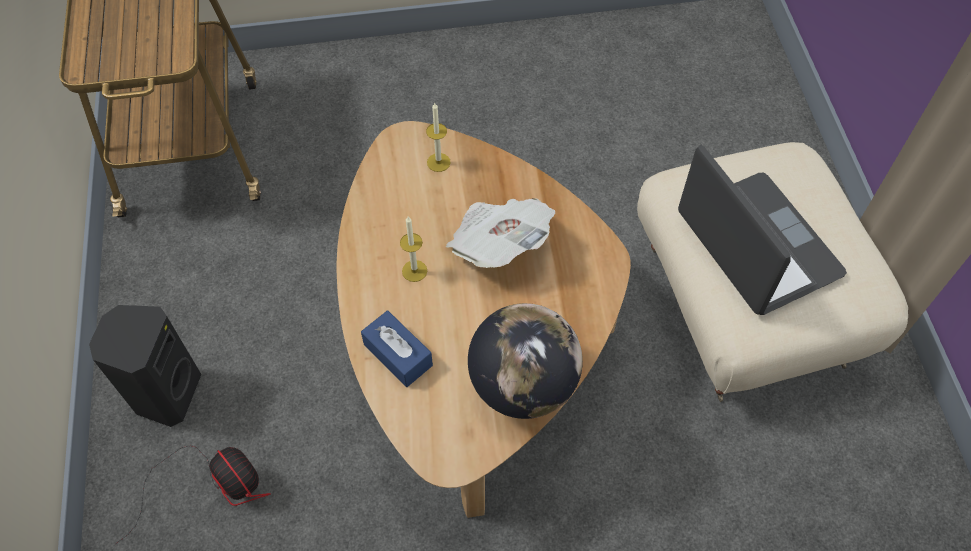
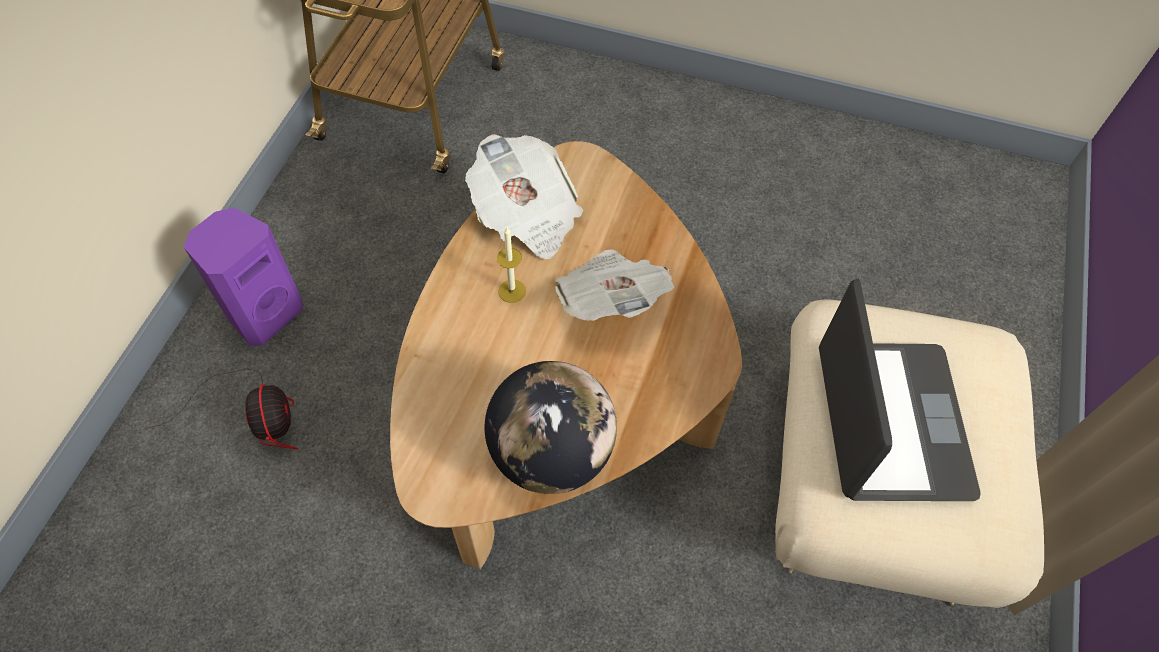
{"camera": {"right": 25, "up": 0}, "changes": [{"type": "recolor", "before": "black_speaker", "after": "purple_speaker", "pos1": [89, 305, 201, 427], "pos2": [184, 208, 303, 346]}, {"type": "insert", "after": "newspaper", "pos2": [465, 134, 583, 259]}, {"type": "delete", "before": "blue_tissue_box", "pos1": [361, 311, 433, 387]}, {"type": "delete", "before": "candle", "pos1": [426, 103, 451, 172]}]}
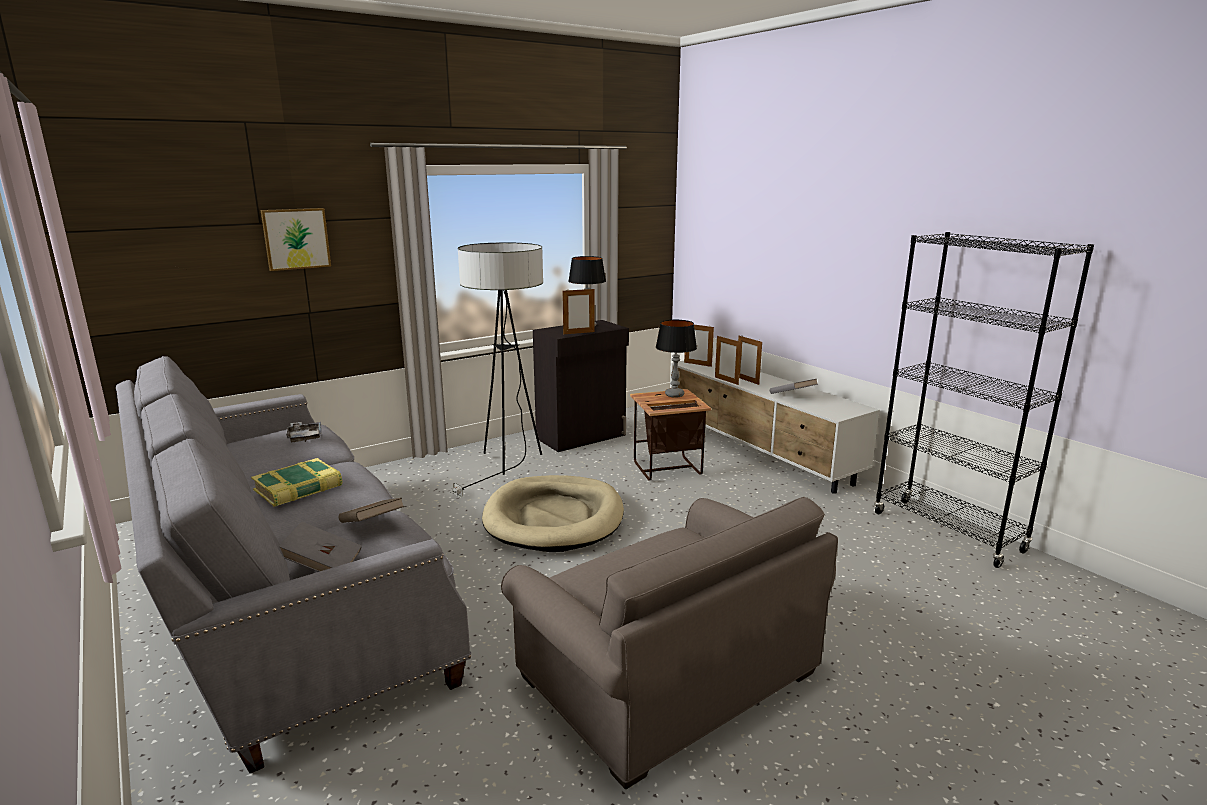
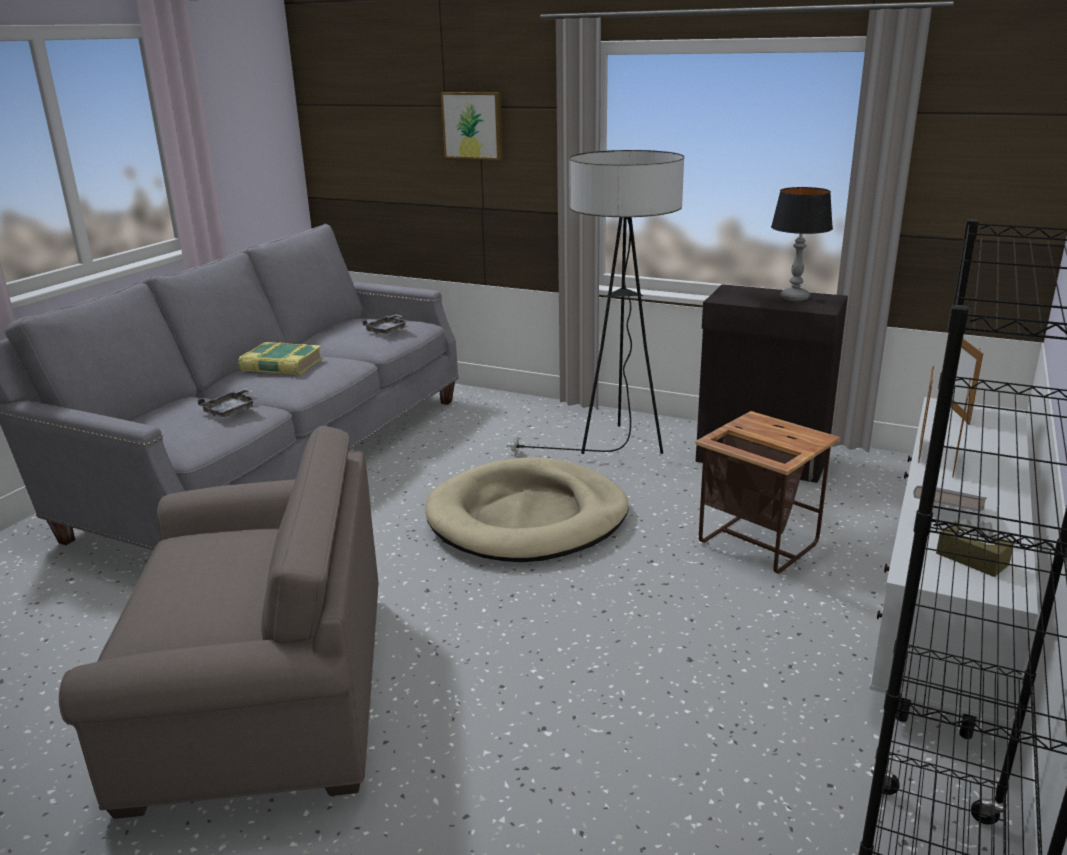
{"camera": {"right": 60, "up": 5}, "changes": [{"type": "rotate", "before": "grey_armchair", "pos1": [501, 497, 838, 789], "pos2": [59, 426, 379, 819], "turn": -120}, {"type": "replace", "before": "brown_book", "after": "grey_tray", "pos1": [339, 498, 405, 523], "pos2": [197, 388, 259, 417]}, {"type": "insert", "after": "brown_tissue_box", "pos2": [936, 515, 1014, 577]}, {"type": "delete", "before": "grey_book", "pos1": [279, 522, 362, 572]}, {"type": "delete", "before": "picture_frame", "pos1": [563, 289, 595, 334]}, {"type": "delete", "before": "table_lamp", "pos1": [656, 320, 697, 398]}]}
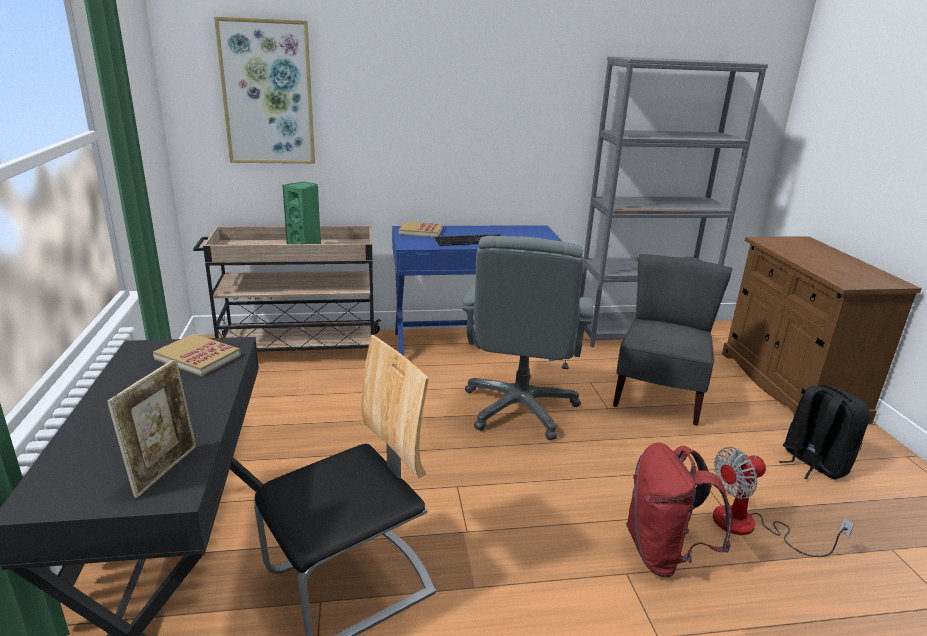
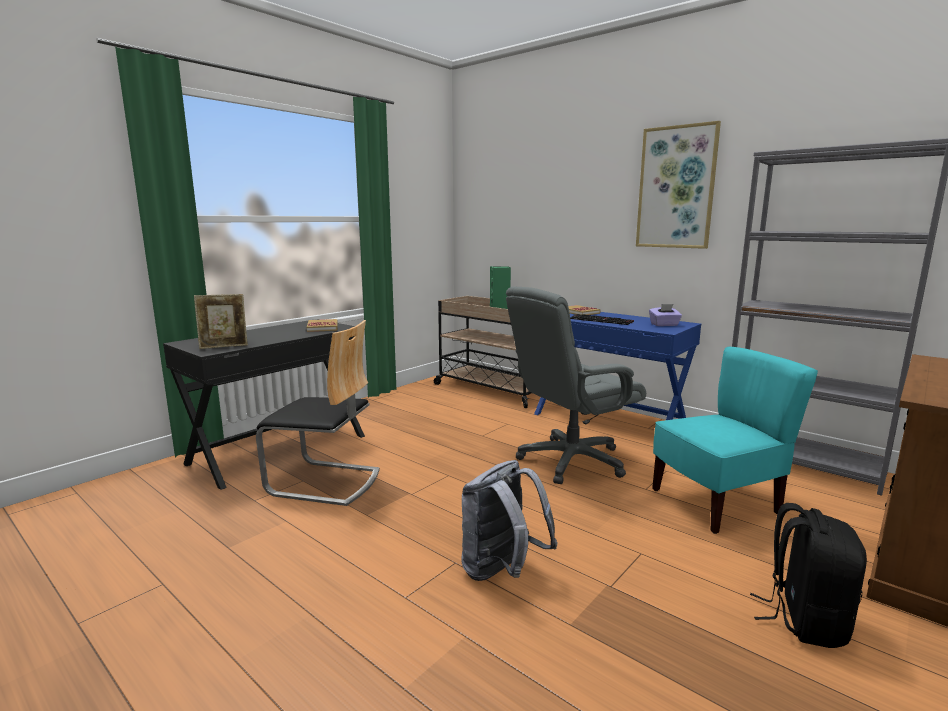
{"camera": {"right": 50, "up": -10}, "changes": [{"type": "recolor", "before": "red_backpack", "after": "grey_backpack", "pos1": [626, 443, 733, 578], "pos2": [461, 460, 557, 581]}, {"type": "move", "before": "picture", "pos1": [214, 17, 315, 164], "pos2": [636, 121, 721, 249]}, {"type": "insert", "after": "purple_tissue_box", "pos2": [649, 304, 682, 326]}, {"type": "recolor", "before": "grey_chair", "after": "turquoise_chair", "pos1": [613, 254, 732, 426], "pos2": [652, 347, 818, 534]}, {"type": "delete", "before": "fan", "pos1": [713, 447, 854, 557]}]}
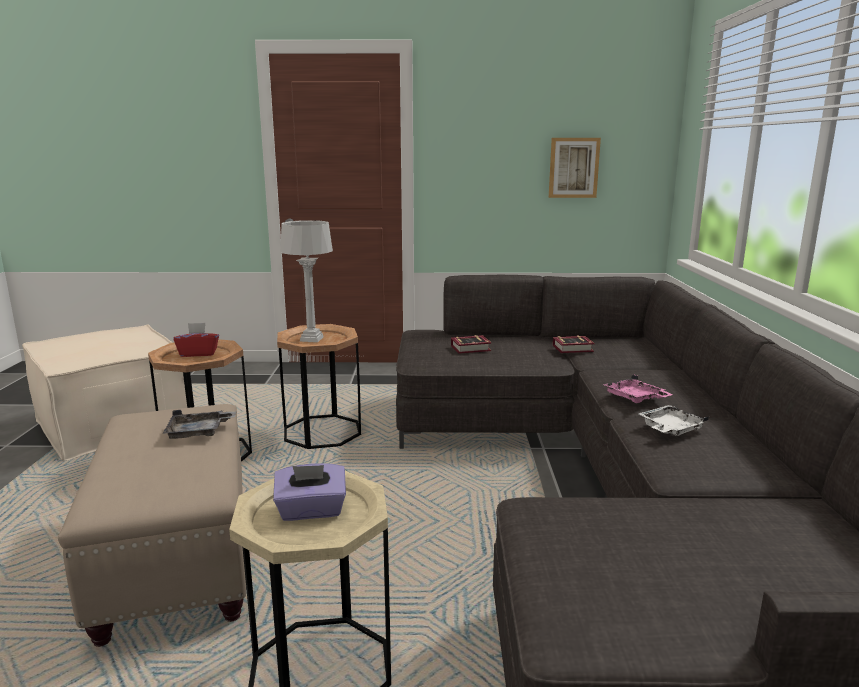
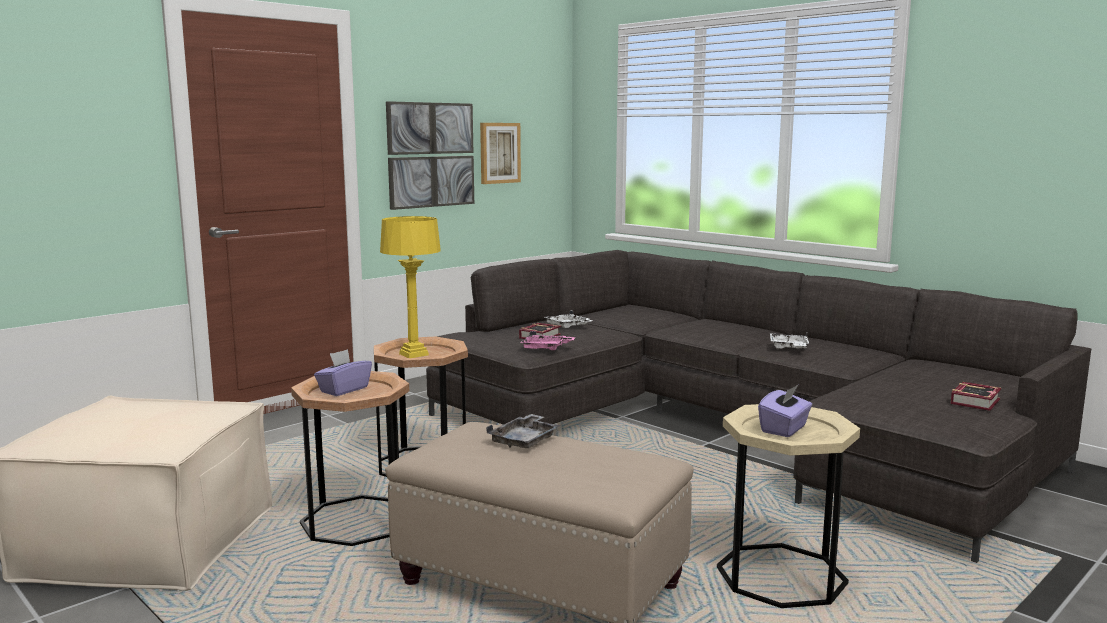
{"camera": {"right": -45, "up": -5}, "changes": [{"type": "recolor", "before": "red_tissue_box", "after": "purple_tissue_box", "pos1": [174, 323, 219, 357], "pos2": [314, 349, 372, 396]}, {"type": "recolor", "before": "grey_table_lamp", "after": "yellow_table_lamp", "pos1": [280, 220, 333, 342], "pos2": [380, 216, 441, 358]}, {"type": "insert", "after": "picture", "pos2": [386, 101, 474, 210]}, {"type": "move", "before": "pink_tray", "pos1": [603, 374, 673, 403], "pos2": [520, 331, 576, 350]}, {"type": "insert", "after": "white_tray", "pos2": [545, 311, 592, 328]}, {"type": "move", "before": "book", "pos1": [553, 336, 595, 353], "pos2": [951, 382, 1001, 411]}]}
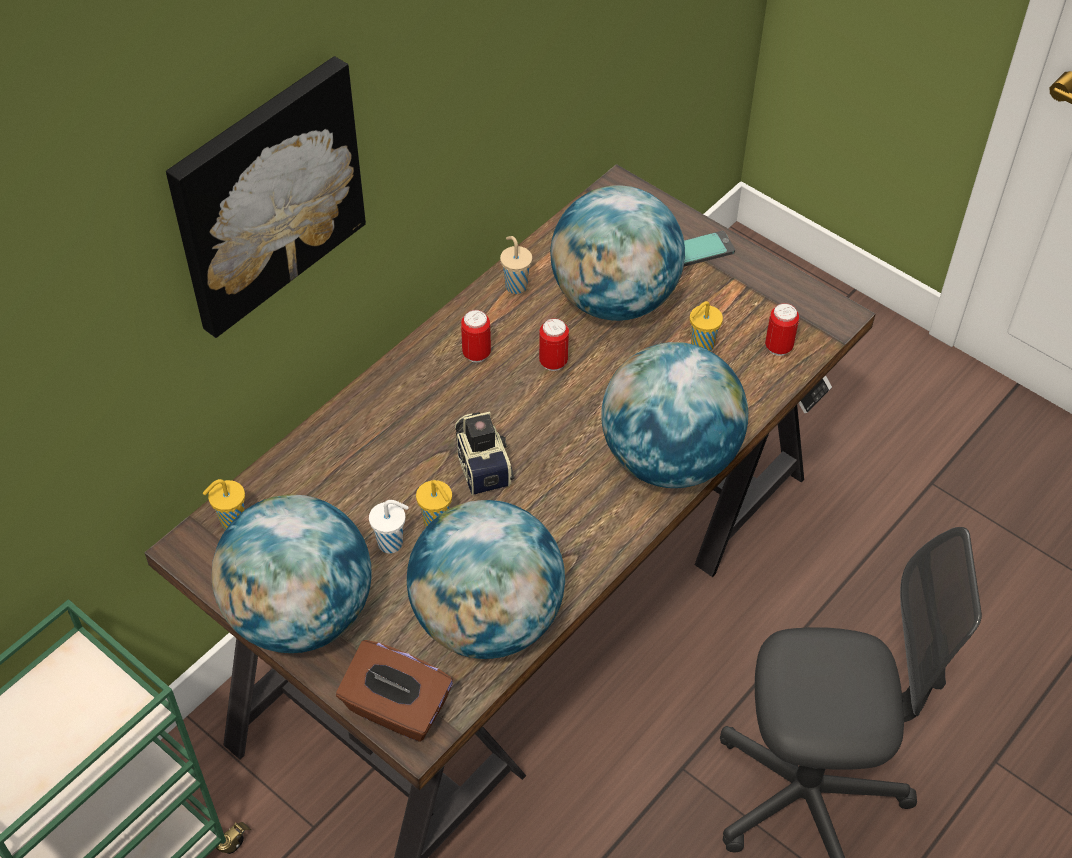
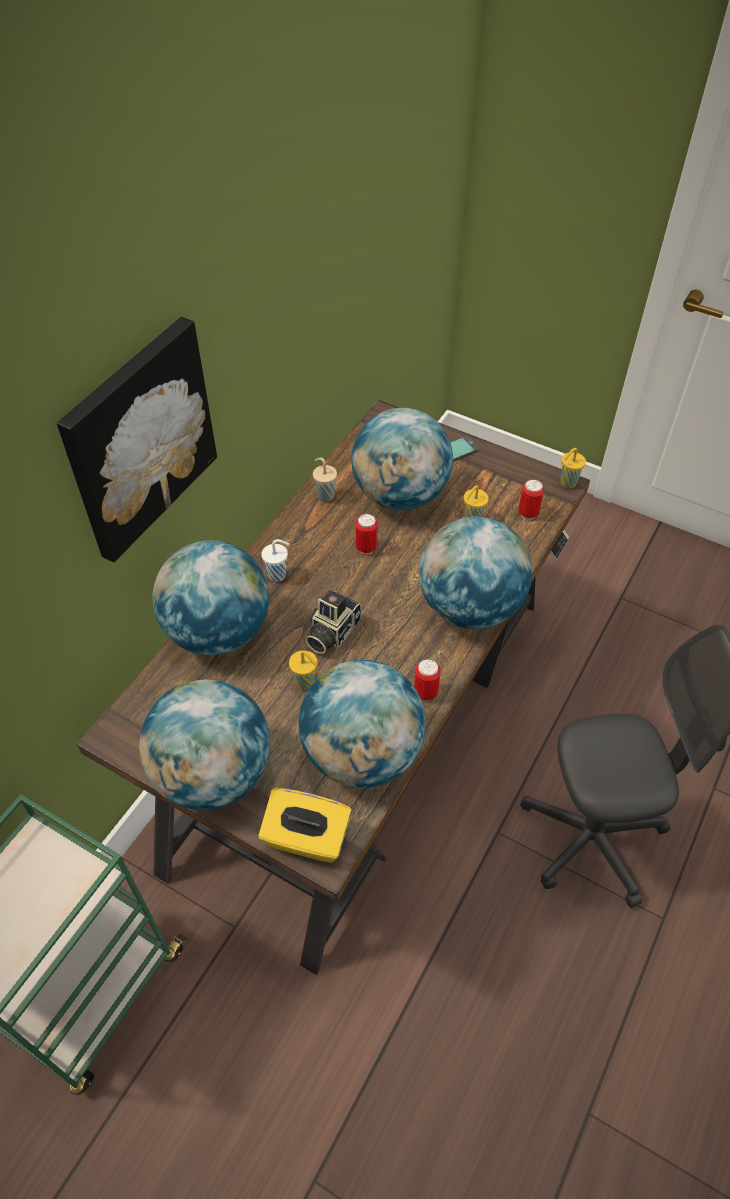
{"camera": {"right": -10, "up": 0}, "changes": [{"type": "insert", "after": "globe", "pos2": [153, 540, 269, 655]}, {"type": "recolor", "before": "brown_tissue_box", "after": "yellow_tissue_box", "pos1": [336, 640, 453, 742], "pos2": [258, 788, 352, 863]}, {"type": "move", "before": "white_cup", "pos1": [369, 500, 409, 553], "pos2": [261, 539, 289, 582]}, {"type": "rotate", "before": "photo_camera", "pos1": [455, 412, 514, 496], "pos2": [305, 590, 361, 654], "turn": -120}, {"type": "move", "before": "can", "pos1": [461, 310, 491, 362], "pos2": [414, 659, 440, 701]}, {"type": "move", "before": "yellow_cup", "pos1": [203, 479, 245, 530], "pos2": [560, 448, 586, 488]}]}
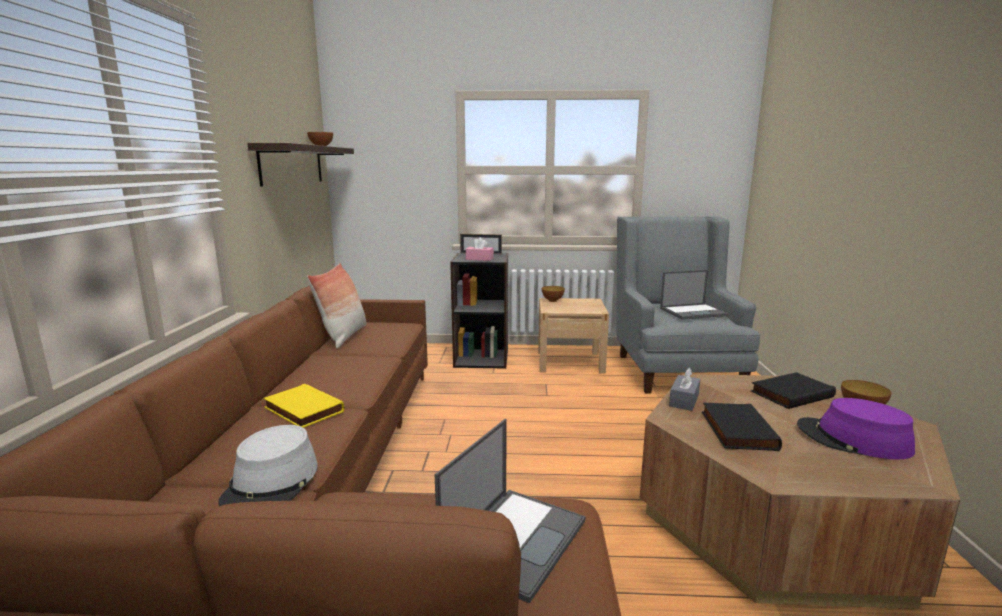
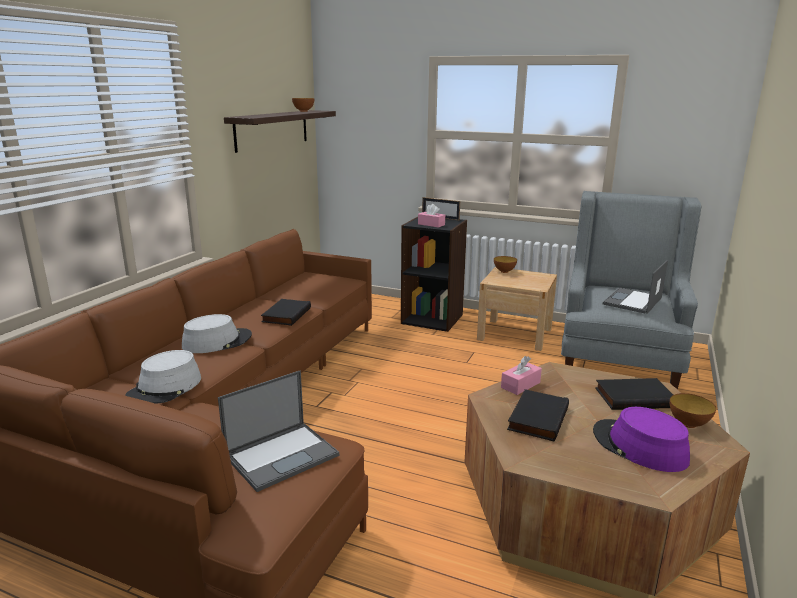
{"camera": {"right": 20, "up": 5}, "changes": [{"type": "replace", "before": "yellow_book", "after": "grey_hat", "pos1": [263, 384, 344, 428], "pos2": [182, 314, 252, 353]}, {"type": "insert", "after": "black_book", "pos2": [261, 299, 311, 326]}, {"type": "recolor", "before": "grey_tissue_box", "after": "pink_tissue_box", "pos1": [669, 367, 700, 411], "pos2": [501, 356, 542, 395]}, {"type": "rotate", "before": "laptop", "pos1": [660, 270, 729, 320], "pos2": [603, 260, 668, 314], "turn": 120}, {"type": "delete", "before": "pillow", "pos1": [307, 263, 367, 349]}]}
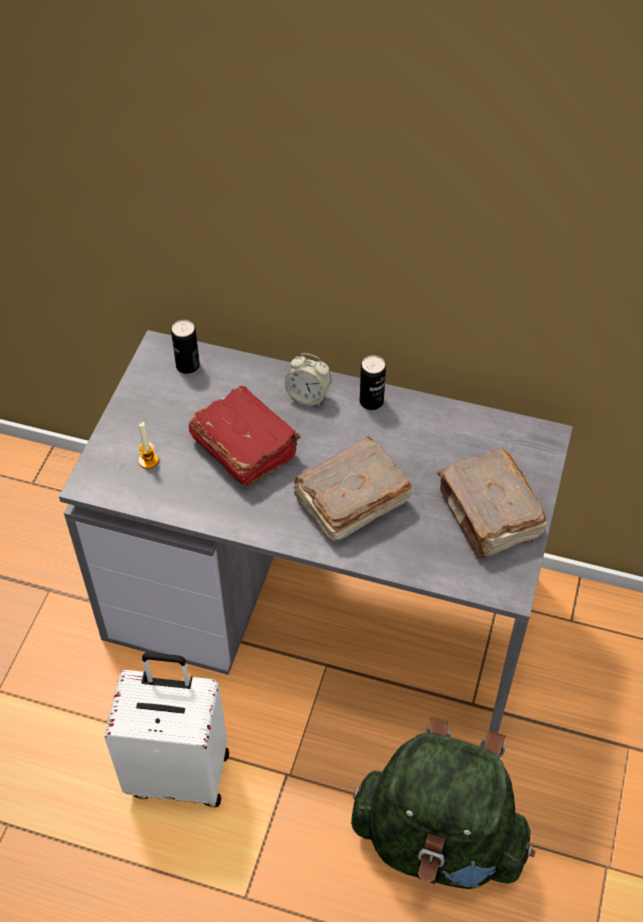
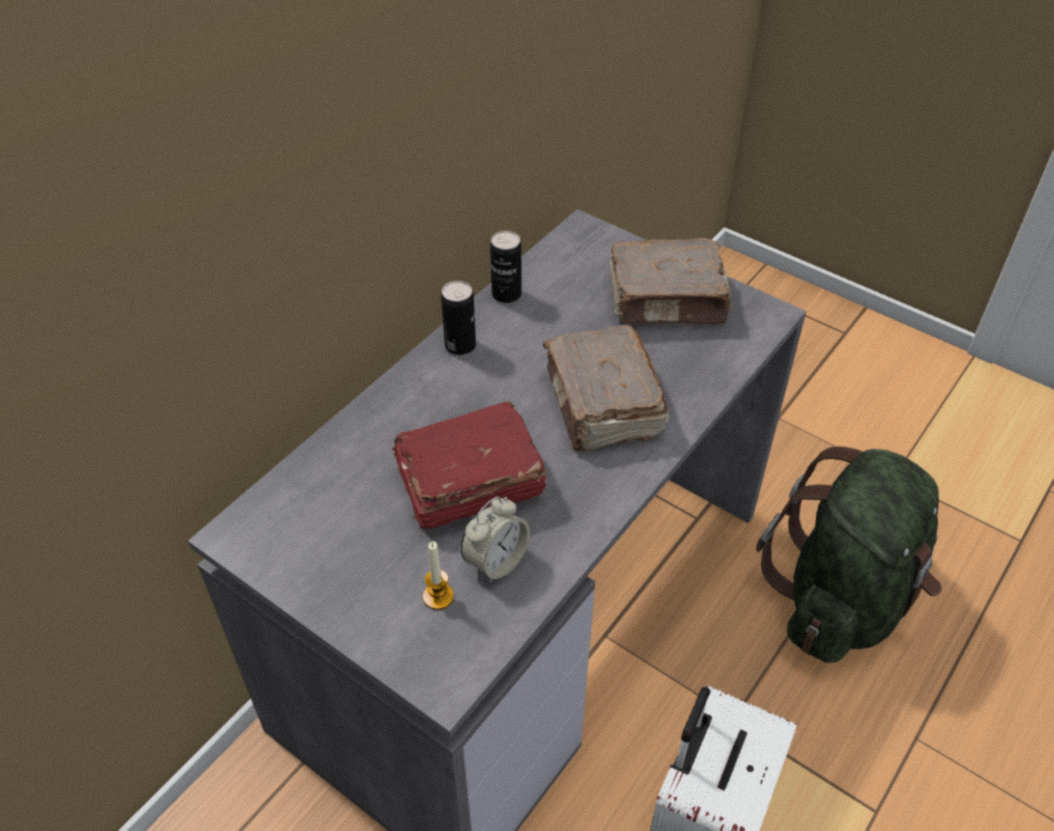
{"camera": {"right": -70, "up": -5}, "changes": [{"type": "move", "before": "alarm_clock", "pos1": [284, 353, 331, 406], "pos2": [461, 496, 530, 583]}, {"type": "move", "before": "can", "pos1": [171, 320, 200, 374], "pos2": [490, 231, 522, 303]}]}
